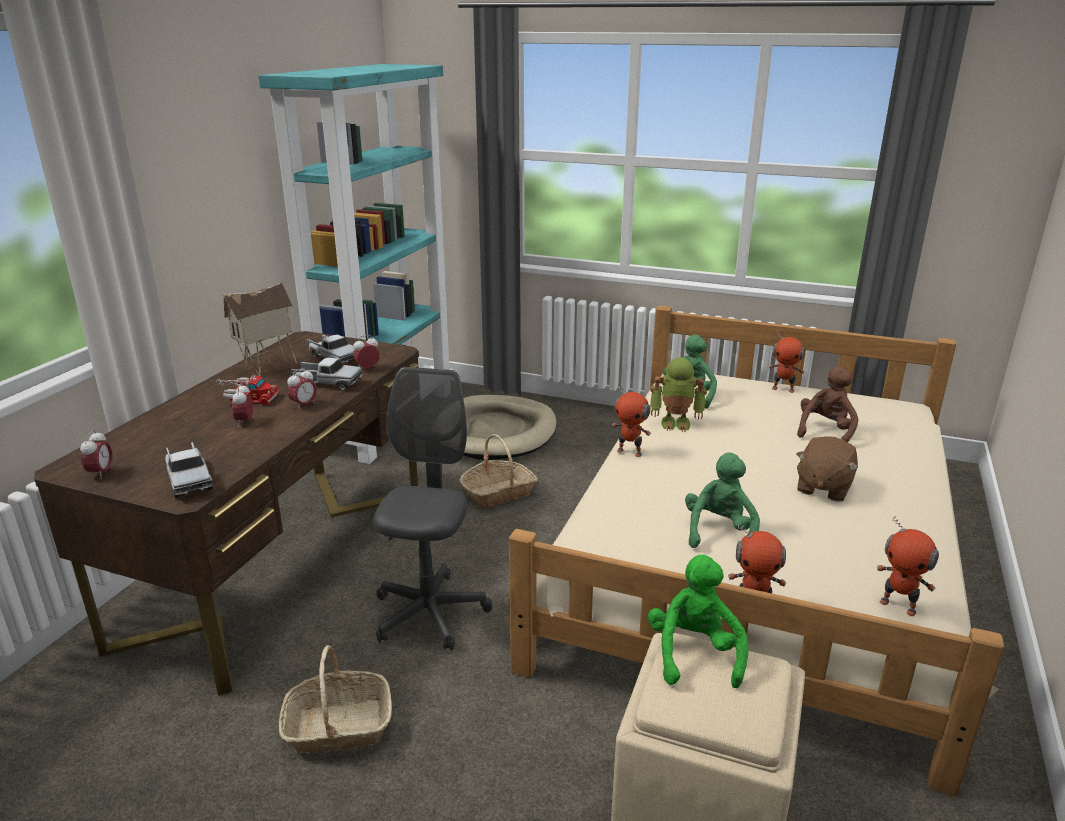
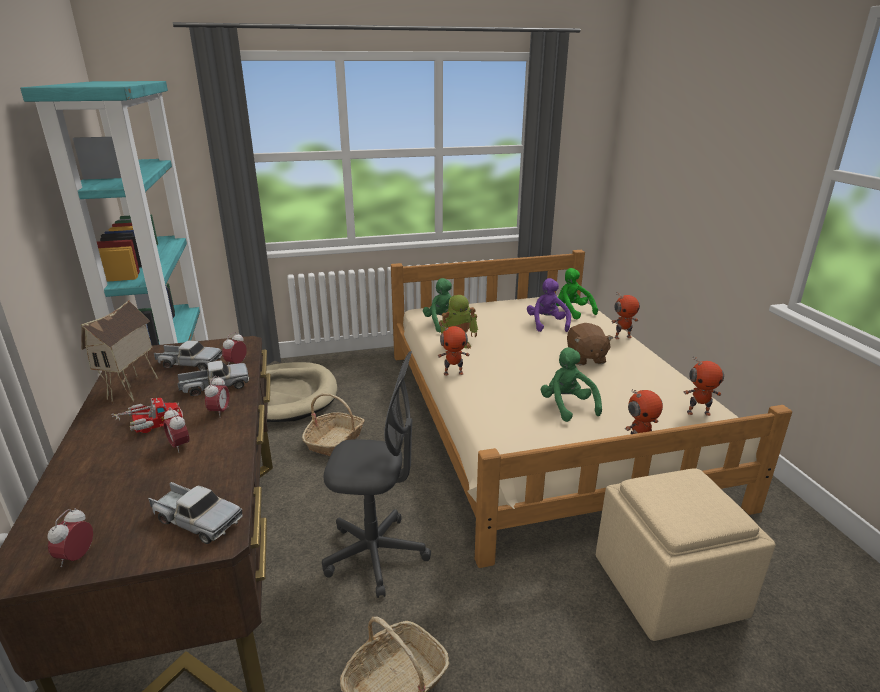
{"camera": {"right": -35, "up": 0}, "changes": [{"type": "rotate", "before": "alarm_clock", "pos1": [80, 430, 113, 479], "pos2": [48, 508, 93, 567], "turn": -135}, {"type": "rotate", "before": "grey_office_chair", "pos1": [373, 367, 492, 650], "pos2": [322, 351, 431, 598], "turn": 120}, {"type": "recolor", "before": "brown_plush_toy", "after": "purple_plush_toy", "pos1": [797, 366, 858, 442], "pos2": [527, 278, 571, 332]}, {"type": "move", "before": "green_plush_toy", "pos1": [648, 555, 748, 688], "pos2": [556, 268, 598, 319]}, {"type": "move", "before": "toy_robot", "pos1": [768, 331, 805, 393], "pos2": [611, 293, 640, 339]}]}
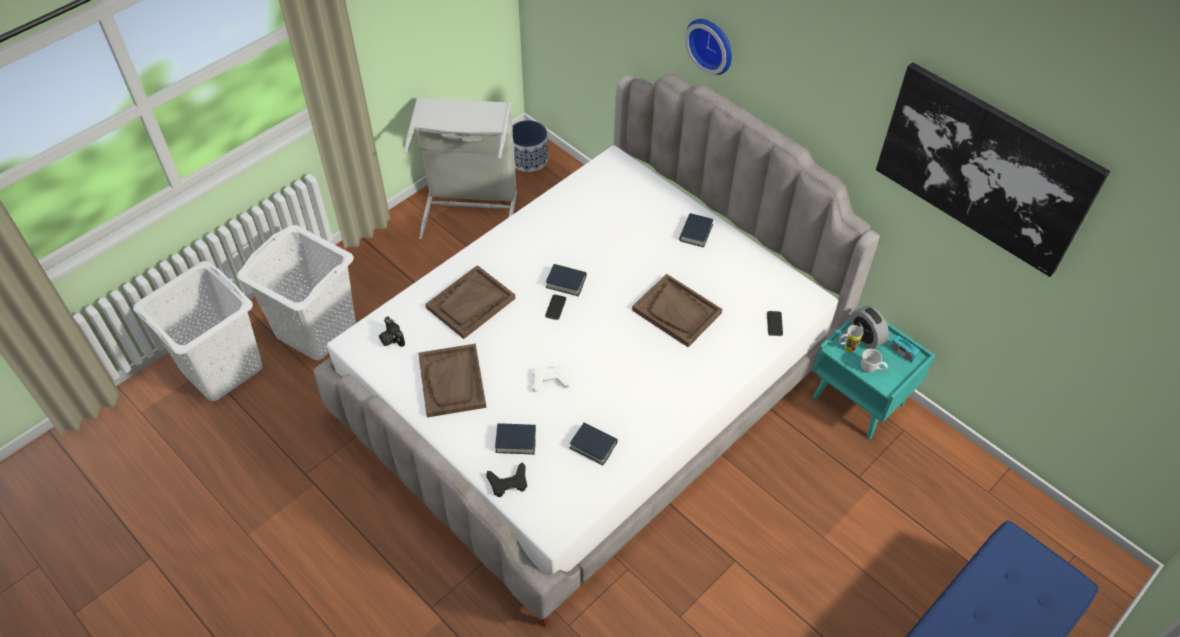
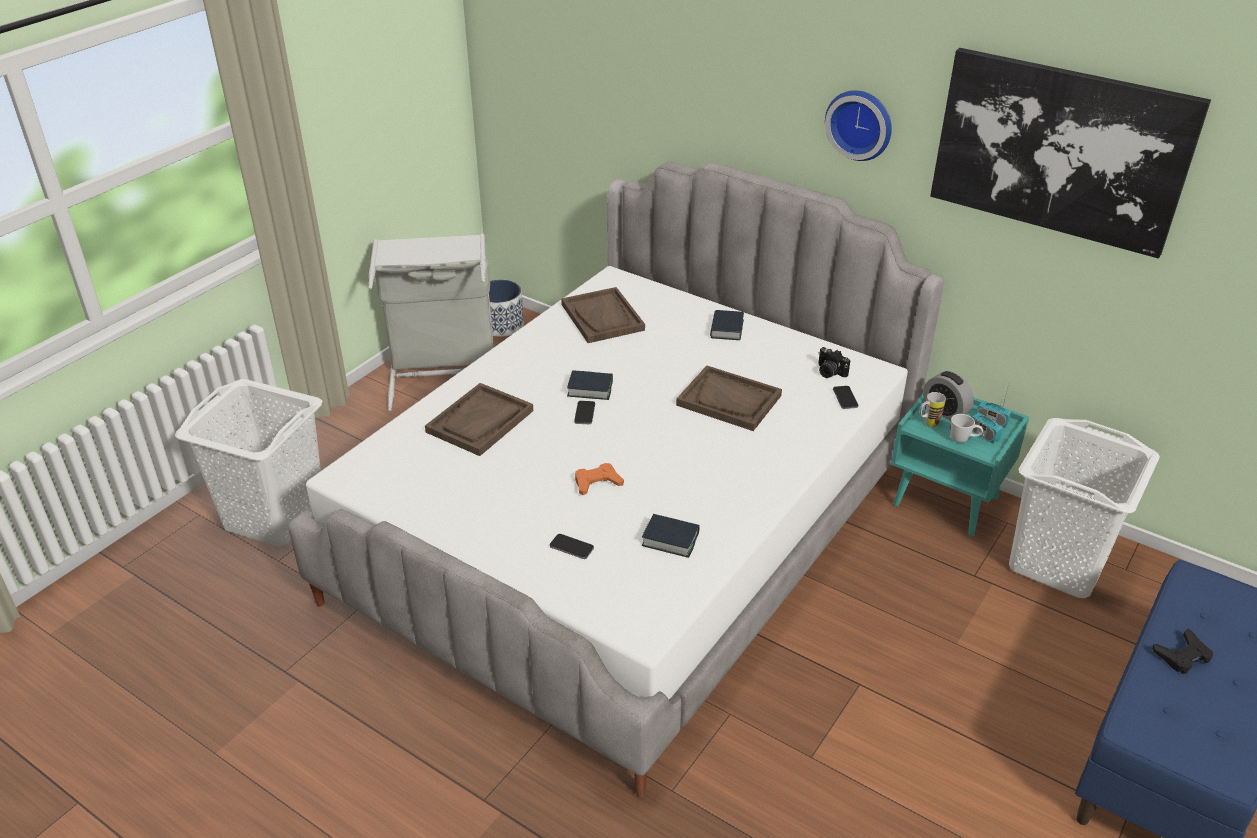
{"camera": {"right": -10, "up": -15}, "changes": [{"type": "replace", "before": "book", "after": "phone", "pos1": [495, 423, 536, 455], "pos2": [550, 534, 594, 559]}, {"type": "move", "before": "brown_tray", "pos1": [418, 344, 486, 417], "pos2": [561, 287, 645, 343]}, {"type": "recolor", "before": "white_game_controller", "after": "orange_game_controller", "pos1": [532, 364, 570, 392], "pos2": [575, 463, 624, 495]}, {"type": "move", "before": "photo_camera", "pos1": [379, 316, 405, 347], "pos2": [818, 347, 850, 378]}, {"type": "move", "before": "wall_clock", "pos1": [685, 19, 732, 75], "pos2": [825, 90, 892, 161]}, {"type": "insert", "after": "radio", "pos2": [971, 400, 1003, 443]}, {"type": "move", "before": "white_laundry_basket", "pos1": [133, 261, 262, 401], "pos2": [1009, 418, 1160, 598]}, {"type": "move", "before": "black_game_controller", "pos1": [486, 463, 527, 497], "pos2": [1152, 628, 1213, 674]}]}
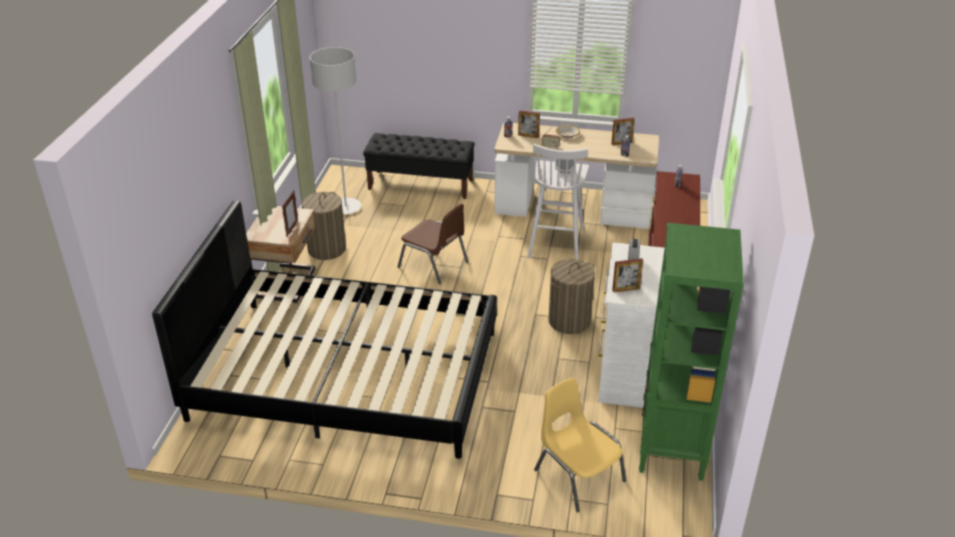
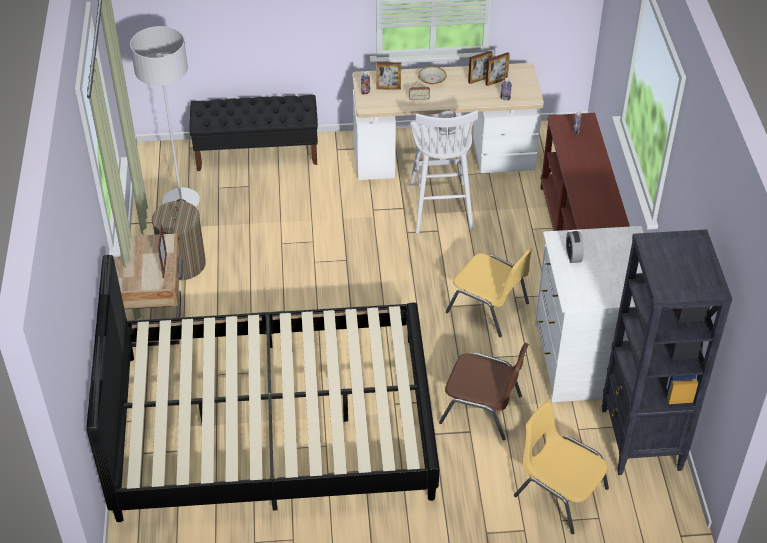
{"camera": {"right": -15, "up": 10}, "changes": [{"type": "move", "before": "brown_chair", "pos1": [397, 204, 468, 285], "pos2": [439, 343, 529, 440]}, {"type": "replace", "before": "laundry_basket", "after": "yellow_chair", "pos1": [548, 259, 595, 334], "pos2": [446, 247, 533, 337]}, {"type": "move", "before": "picture_frame", "pos1": [612, 258, 643, 292], "pos2": [468, 51, 493, 84]}, {"type": "recolor", "before": "green_bookcase", "after": "black_bookcase", "pos1": [639, 223, 744, 481], "pos2": [601, 229, 732, 475]}]}
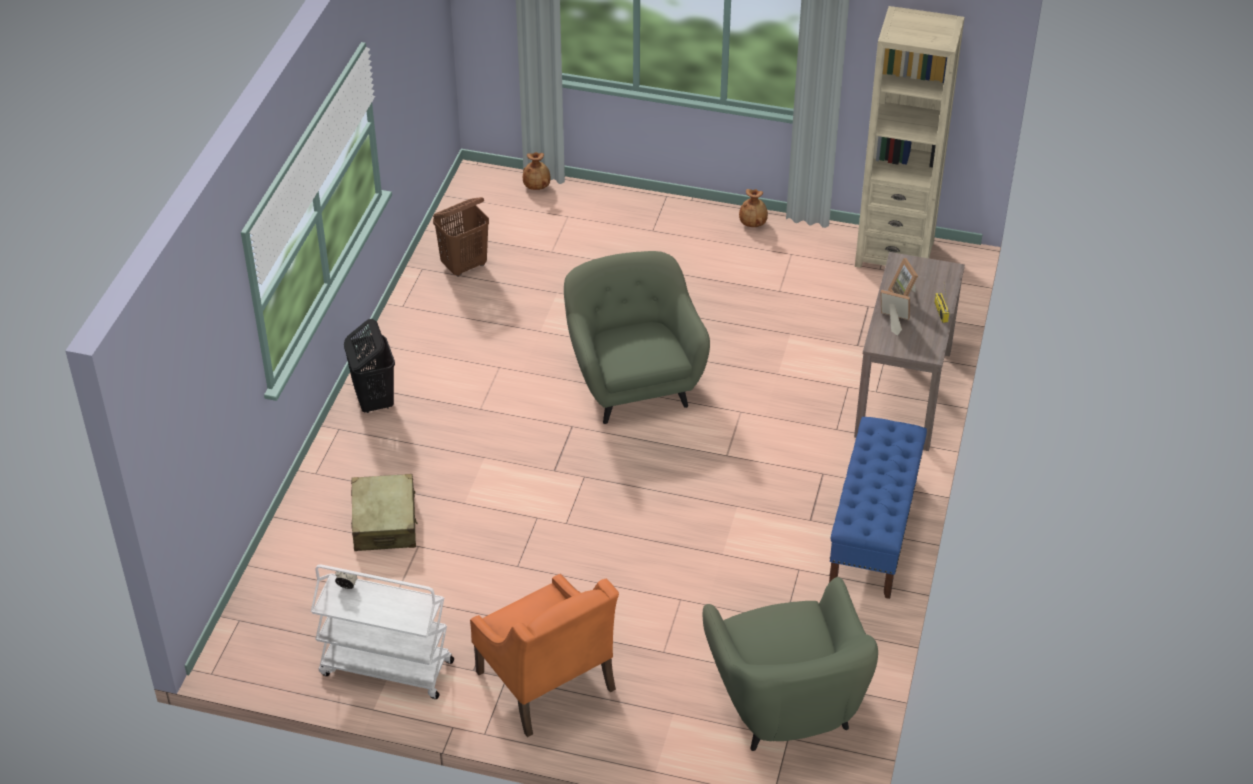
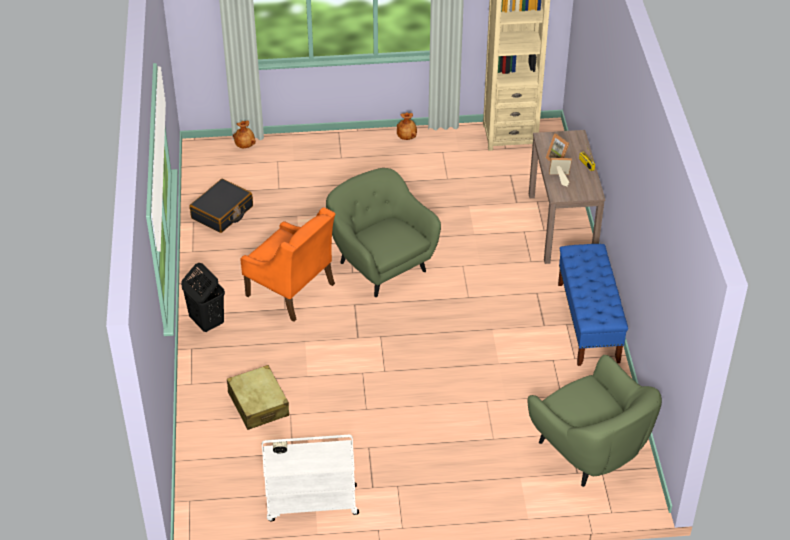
{"camera": {"right": -20, "up": 0}, "changes": [{"type": "replace", "before": "brown_laundry_basket", "after": "black_suitcase", "pos1": [433, 197, 489, 277], "pos2": [189, 179, 253, 233]}, {"type": "move", "before": "orange_armchair", "pos1": [470, 574, 619, 737], "pos2": [240, 207, 335, 322]}]}
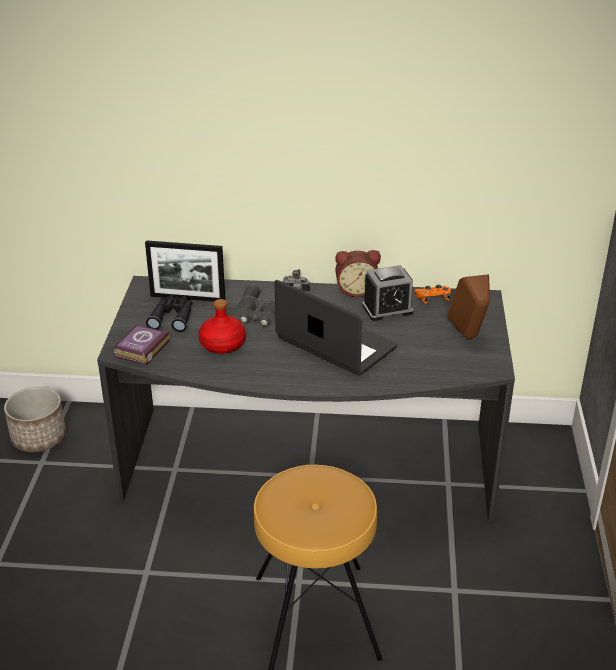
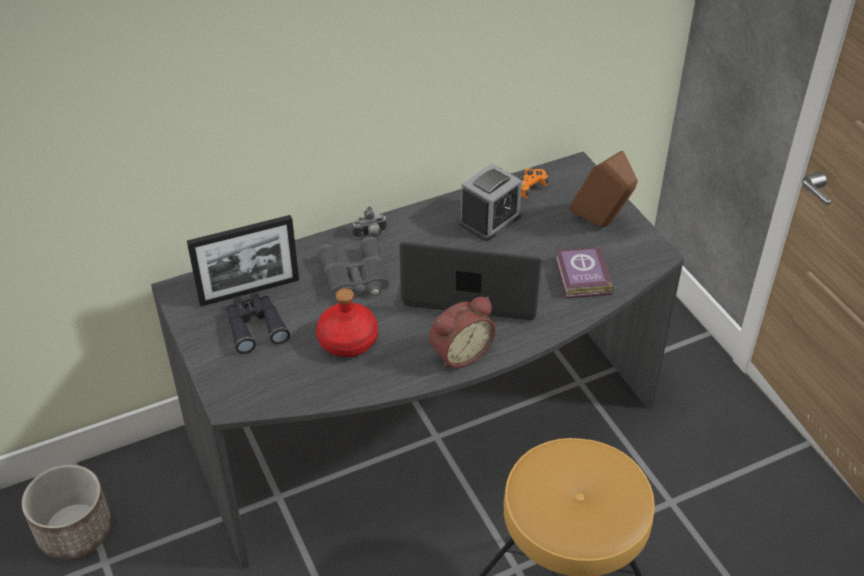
{"camera": {"right": -30, "up": 10}, "changes": [{"type": "move", "before": "alarm_clock", "pos1": [335, 250, 381, 297], "pos2": [429, 297, 496, 368]}, {"type": "move", "before": "book", "pos1": [113, 324, 170, 366], "pos2": [555, 246, 613, 299]}]}
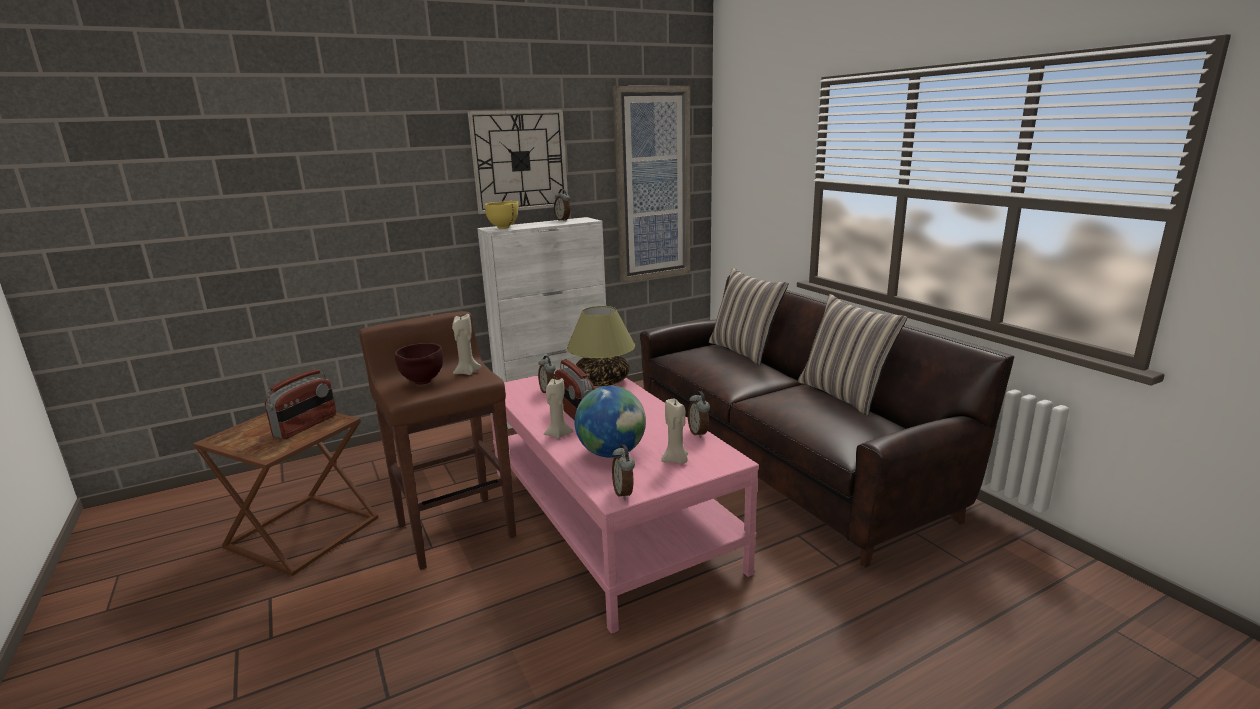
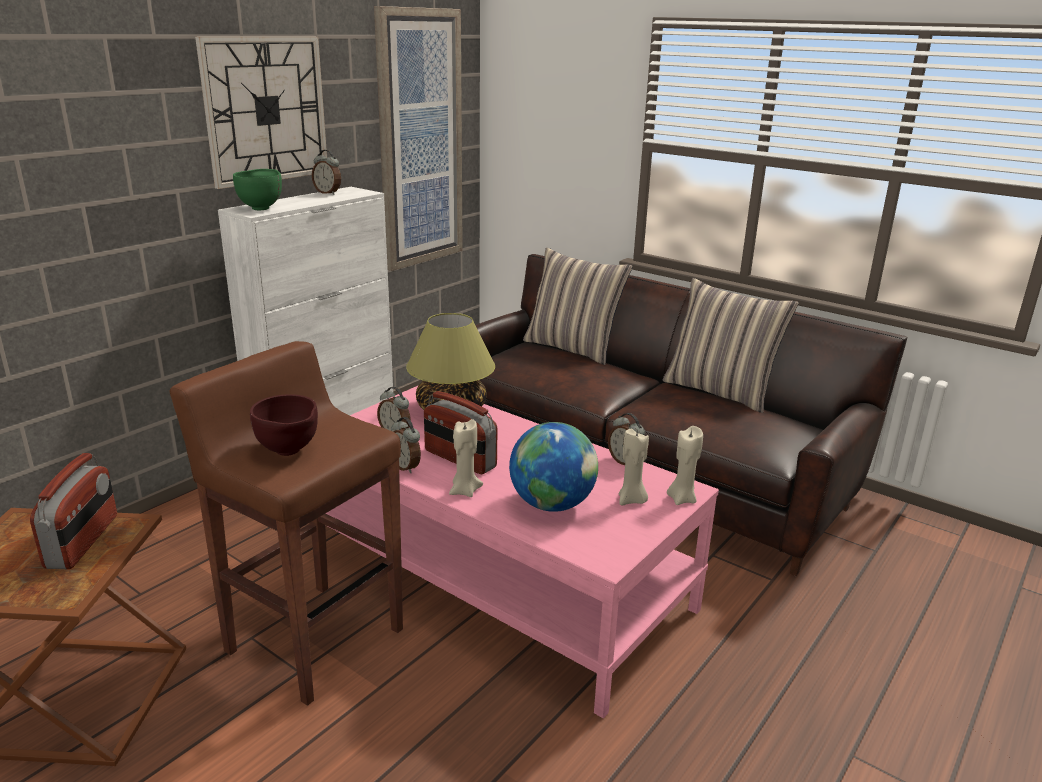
{"camera": {"right": -25, "up": 5}, "changes": [{"type": "recolor", "before": "yellow_bowl", "after": "green_bowl", "pos1": [485, 201, 519, 229], "pos2": [233, 169, 282, 210]}, {"type": "move", "before": "alarm_clock", "pos1": [612, 444, 635, 500], "pos2": [391, 417, 421, 473]}, {"type": "move", "before": "beige_candle", "pos1": [452, 314, 482, 375], "pos2": [667, 426, 703, 505]}]}
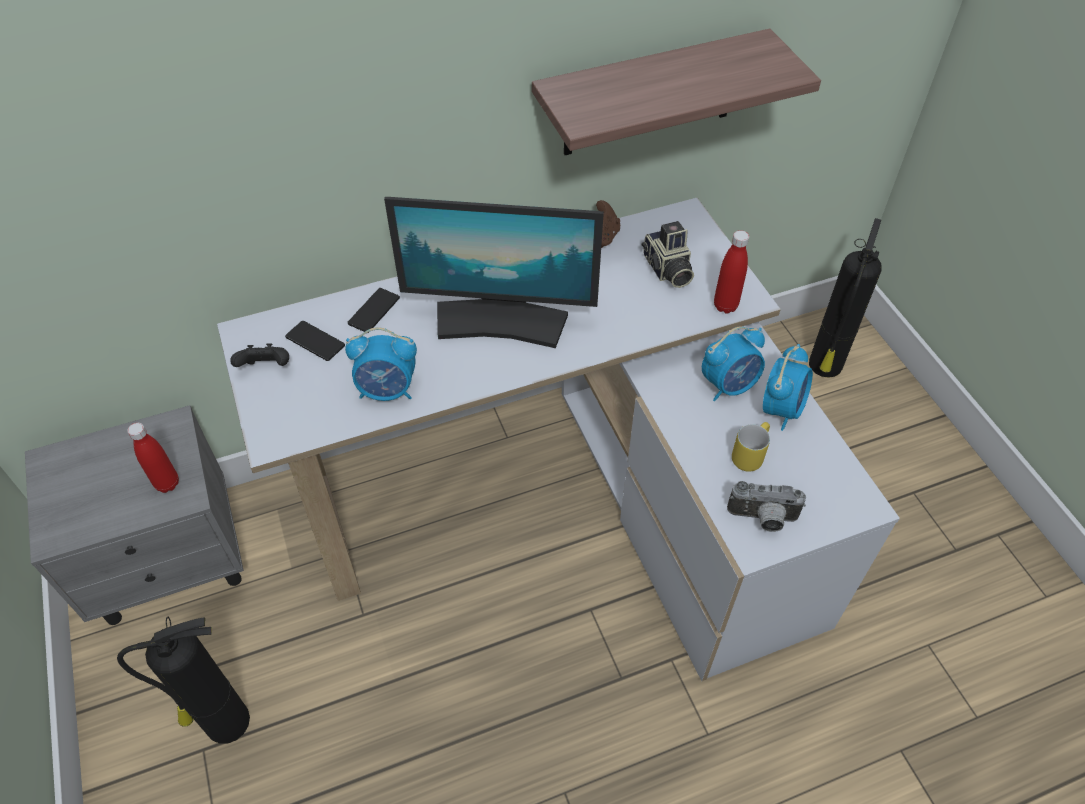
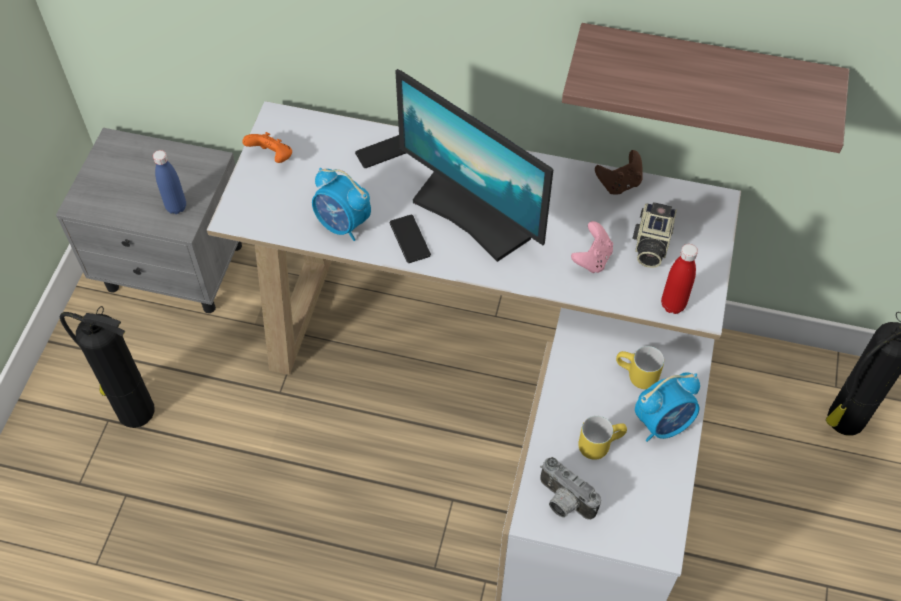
{"camera": {"right": 35, "up": 5}, "changes": [{"type": "recolor", "before": "red_bottle", "after": "blue_bottle", "pos1": [127, 423, 179, 493], "pos2": [153, 150, 186, 214]}, {"type": "recolor", "before": "black_game_controller", "after": "orange_game_controller", "pos1": [230, 343, 289, 367], "pos2": [242, 132, 292, 163]}, {"type": "move", "before": "phone", "pos1": [285, 321, 345, 361], "pos2": [390, 215, 431, 263]}, {"type": "insert", "after": "pink_game_controller", "pos2": [571, 221, 613, 273]}, {"type": "replace", "before": "alarm_clock", "after": "yellow_mug", "pos1": [702, 326, 765, 401], "pos2": [616, 346, 664, 389]}]}
